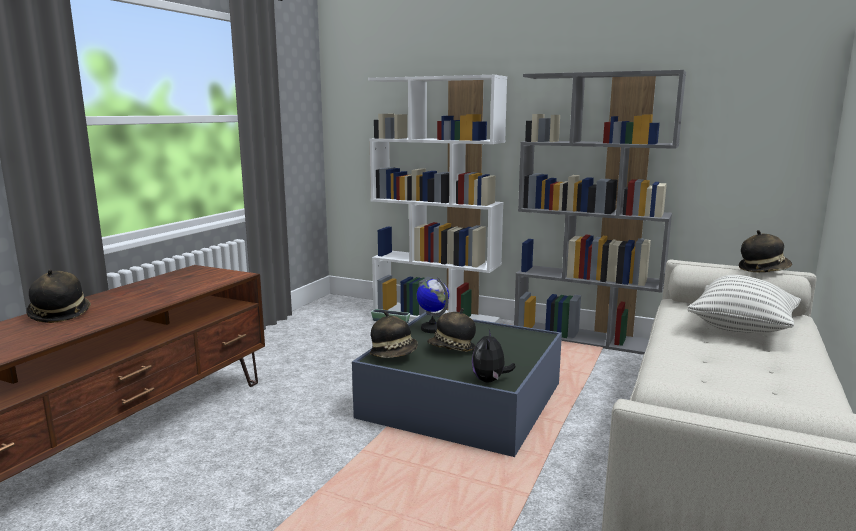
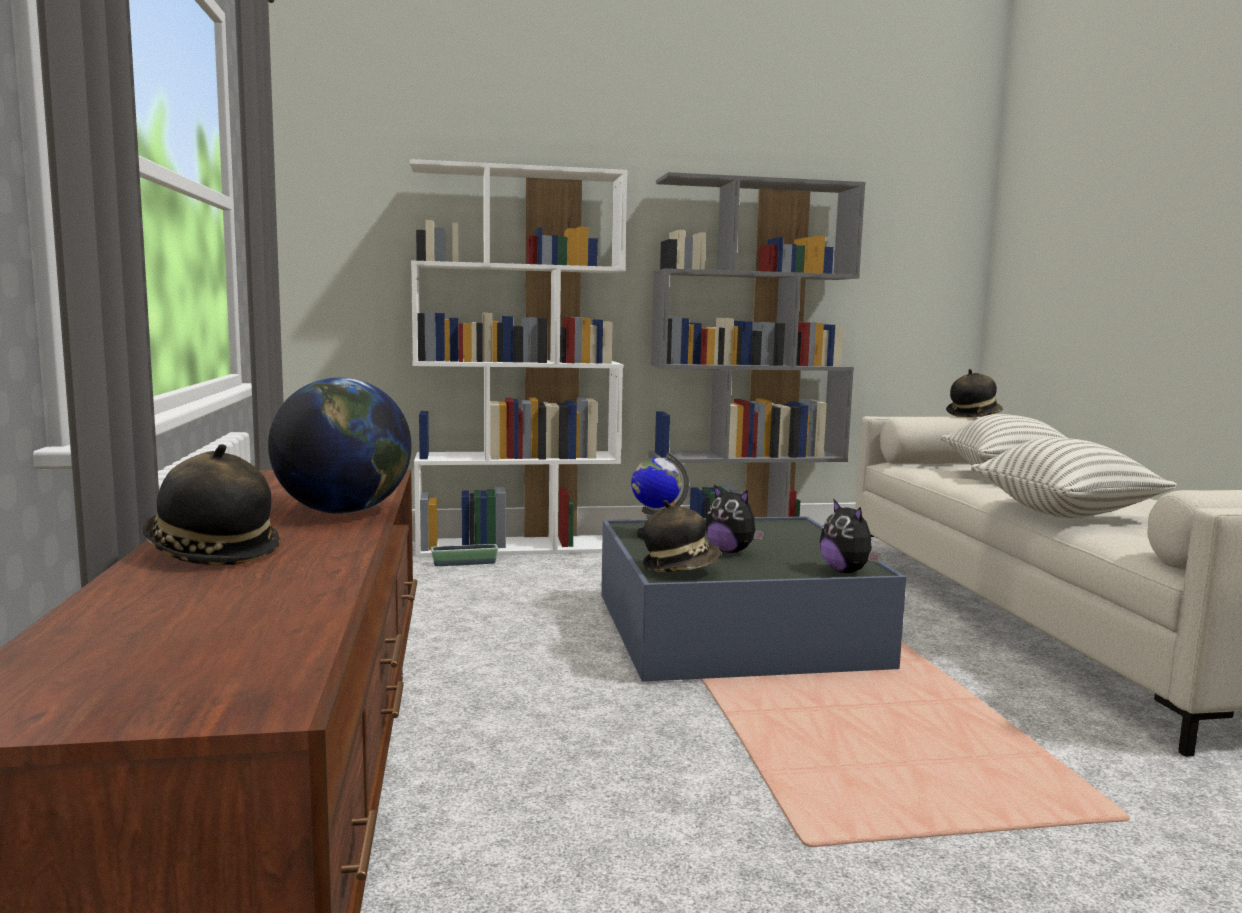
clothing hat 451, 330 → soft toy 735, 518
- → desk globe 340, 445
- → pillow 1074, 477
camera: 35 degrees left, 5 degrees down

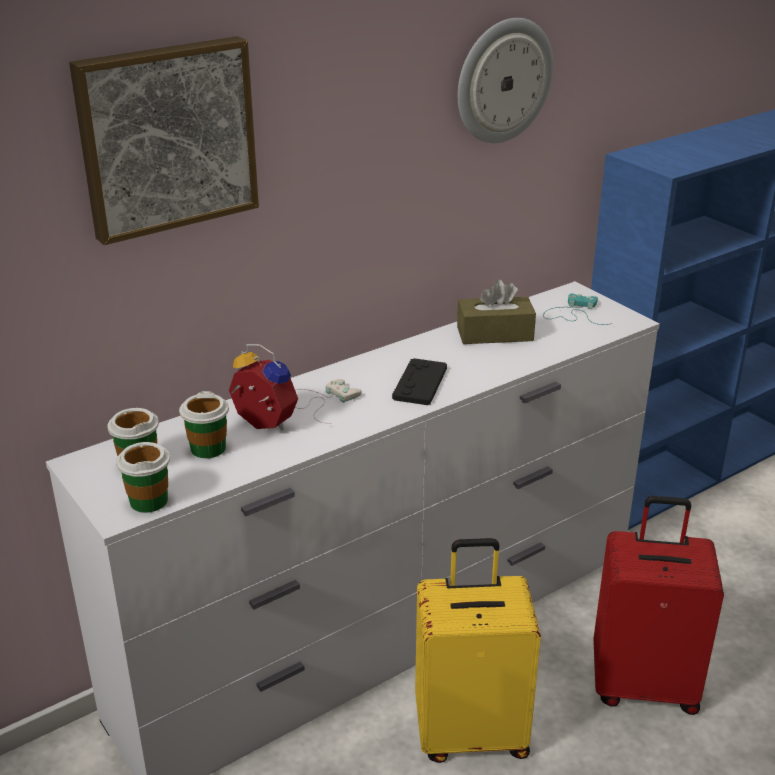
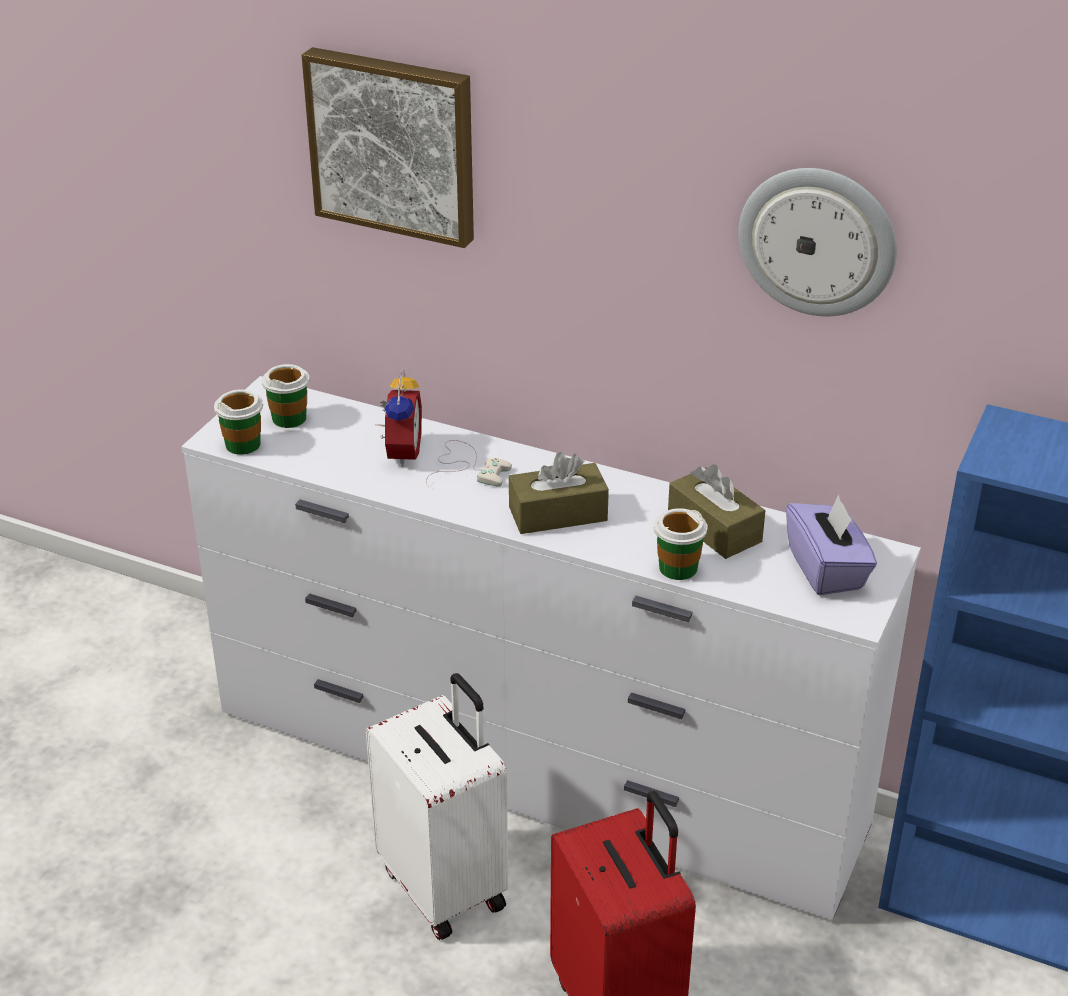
small cup 204, 424 → small cup 681, 544, shifted
blackish gamepad 419, 381 → brown box of tissues 559, 493
yellow-coloured suitcase 478, 650 → white-coloured suitcase 437, 806
turquoise-coloured gamepad 577, 309 → purplish box of tissues 831, 545
camera: 60 degrees right, 5 degrees up

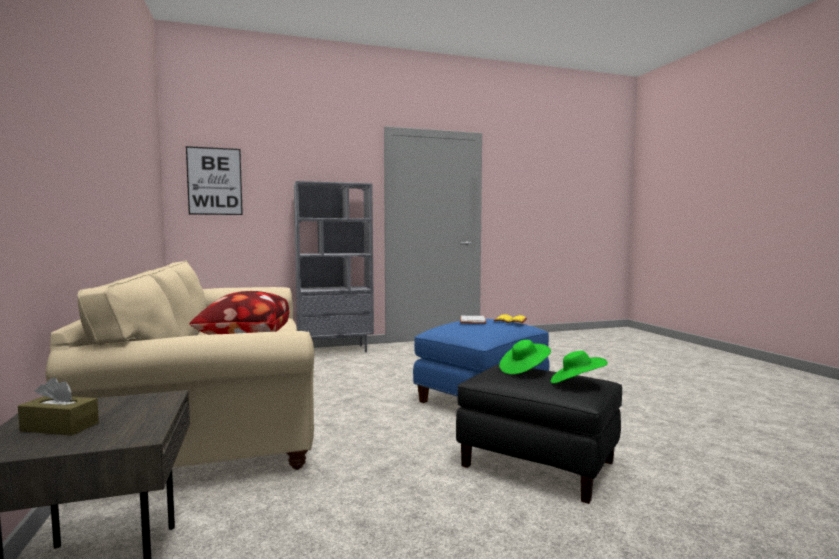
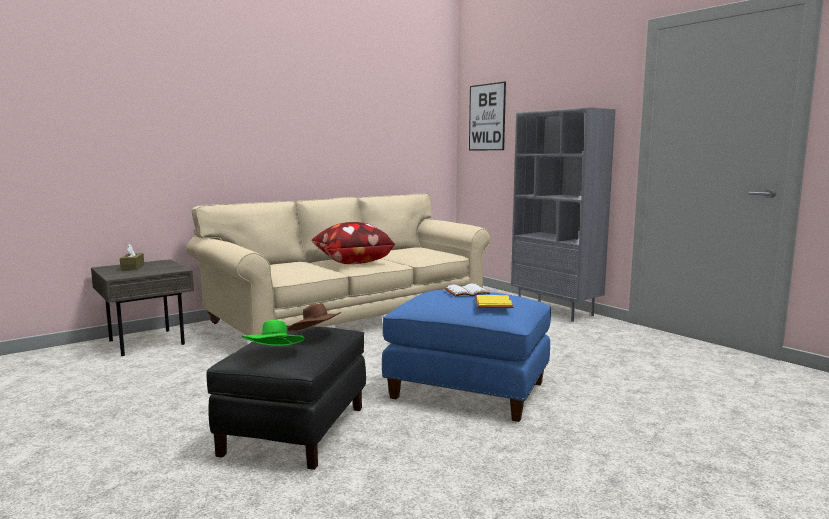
greenish clothing hat 525, 357 → brown clothing hat 314, 318
camera: 70 degrees right, 5 degrees up

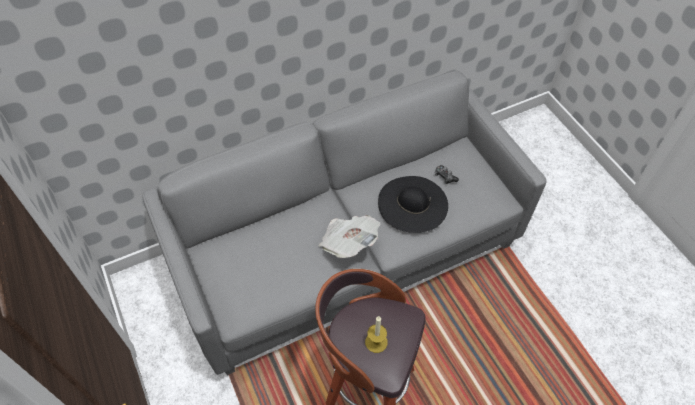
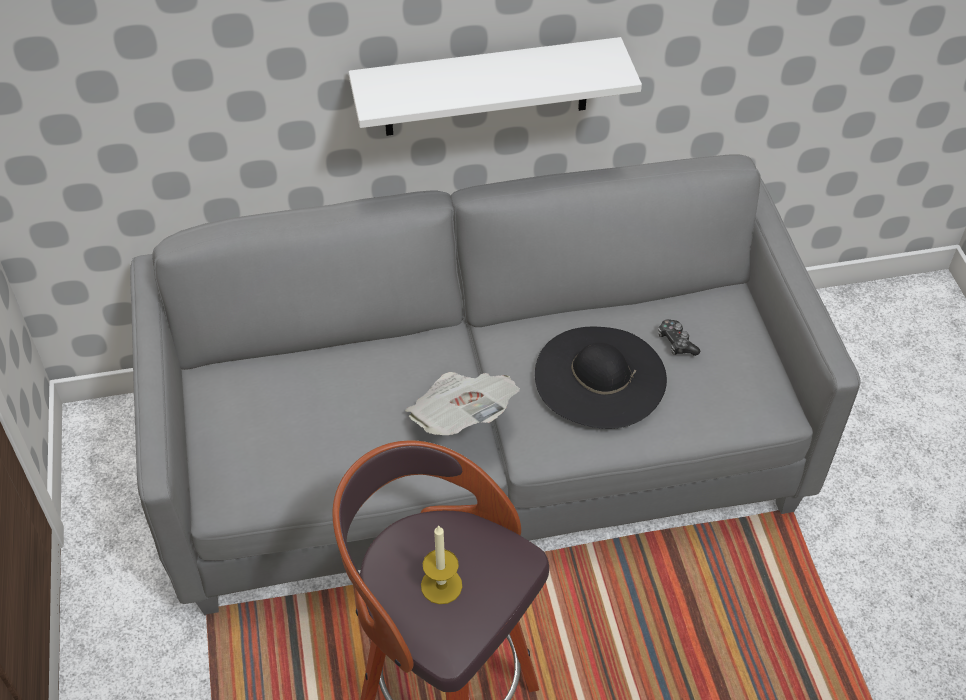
- → white-coloured wall shelf 495, 86
camera: 15 degrees right, 5 degrees down

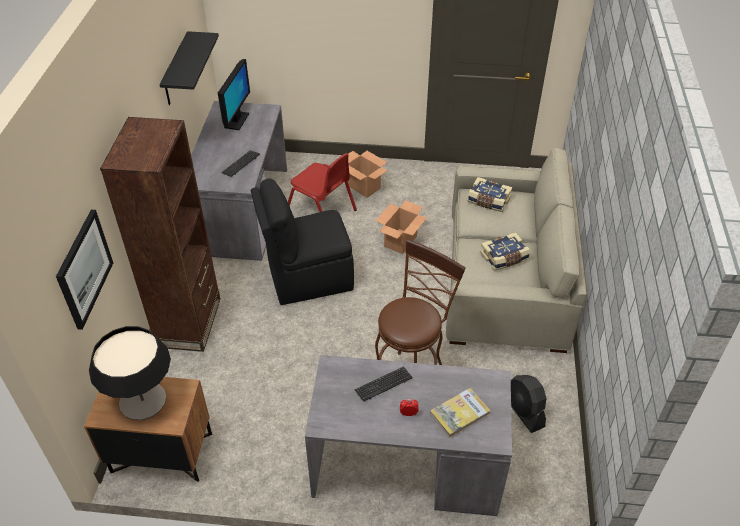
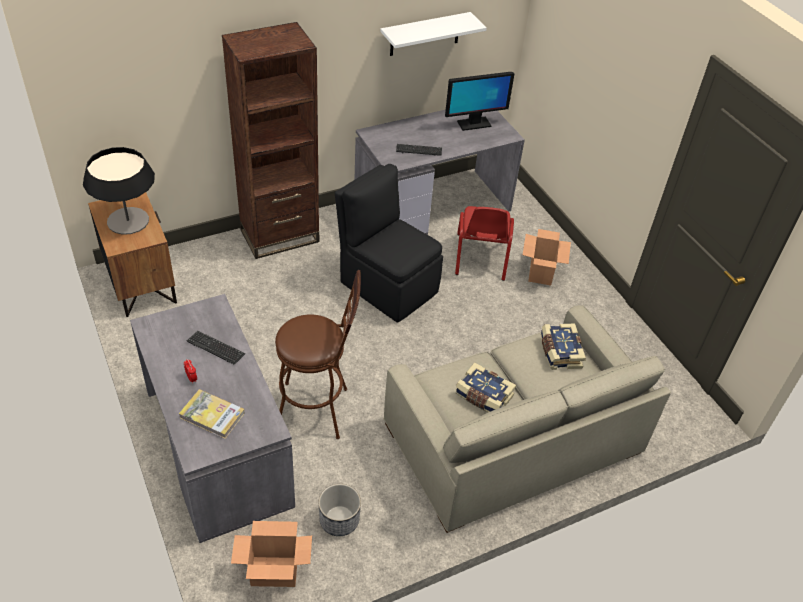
picture 84, 270 → -
blackish wall shelf 189, 68 → white-coloured wall shelf 433, 34
packing box 401, 227 → packing box 271, 554, shifted
blackish cooling fan 529, 404 → plant pot 340, 510
camera: 55 degrees right, 0 degrees up

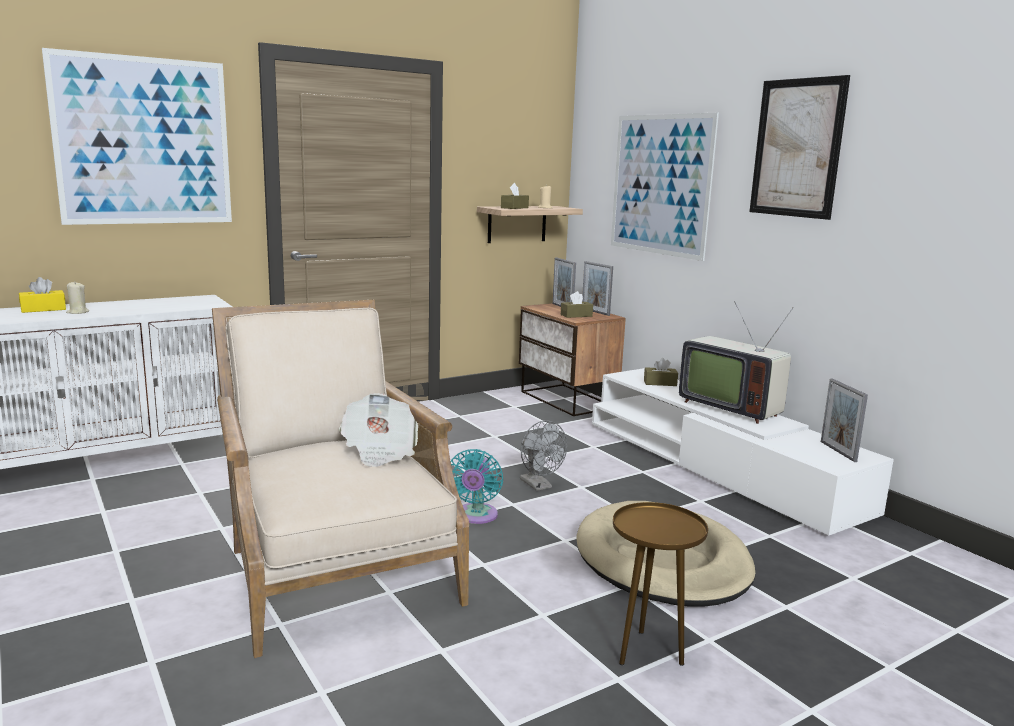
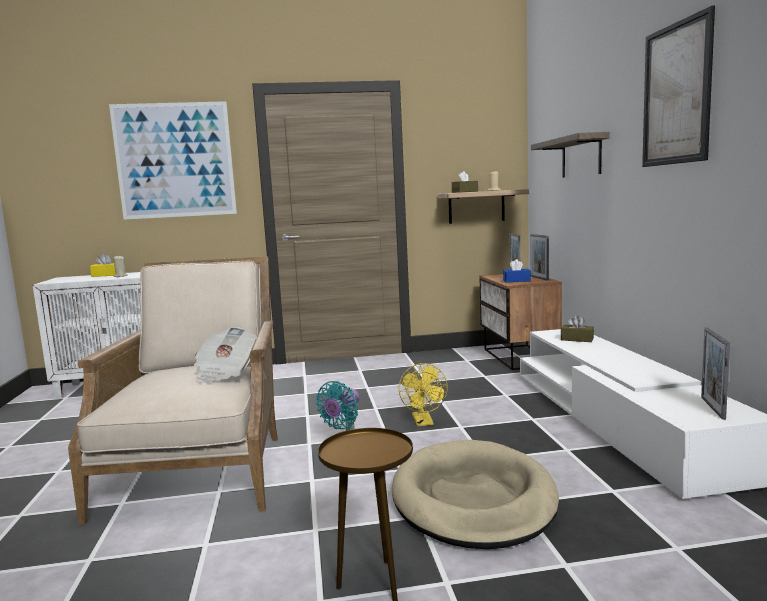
greyish cooling fan 543, 455 → yellow-coloured cooling fan 423, 394
brown box of tissues 577, 304 → blue-coloured box of tissues 517, 270
picture 665, 187 → wall shelf 570, 155
TV 736, 362 → -
camera: 25 degrees right, 5 degrees down

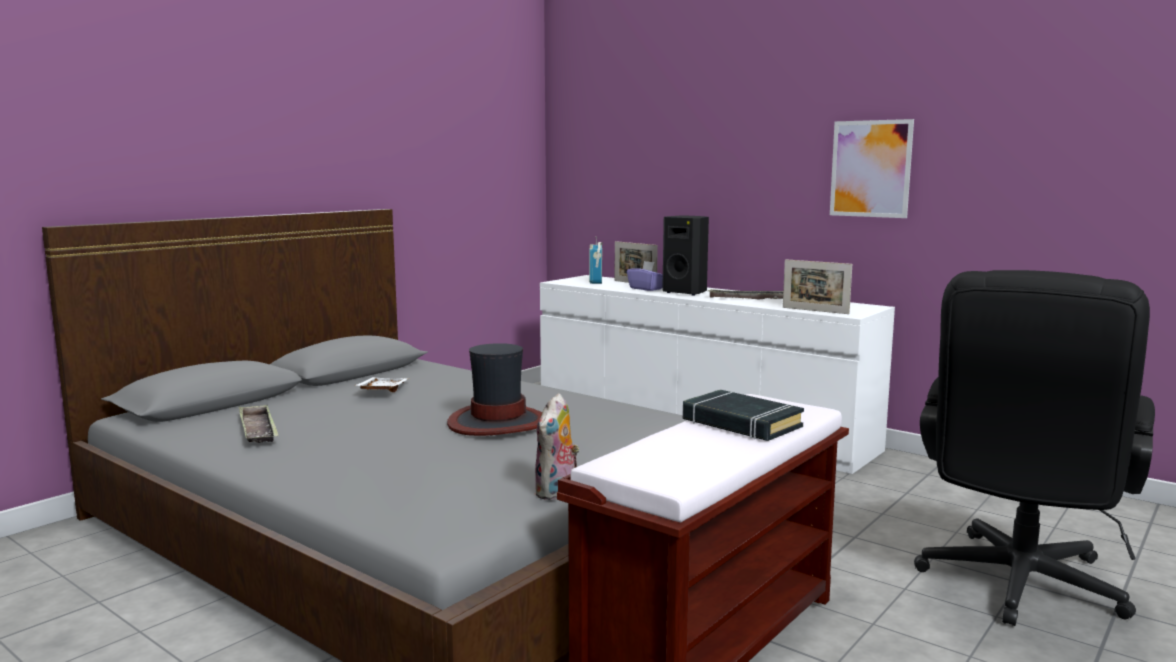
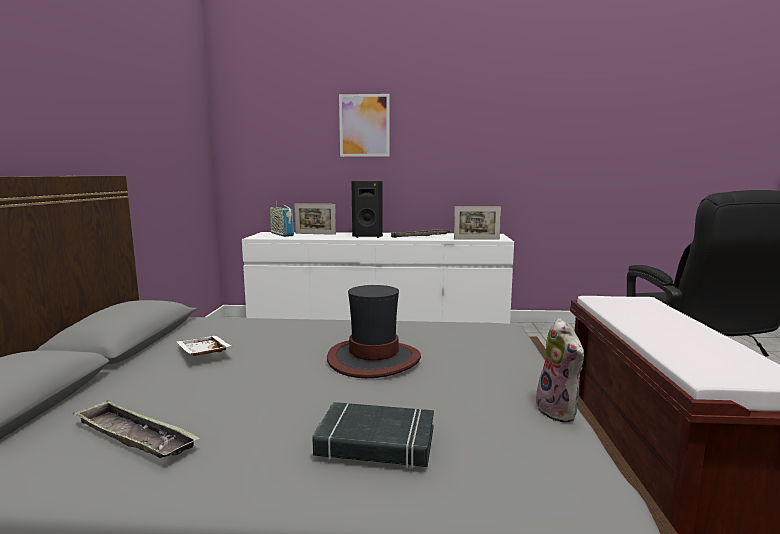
purplish box of tissues 645, 276 → -
blackish volume 743, 415 → blackish volume 373, 435, shifted
picture 872, 168 → picture 364, 125, shifted
camera: 35 degrees left, 0 degrees up

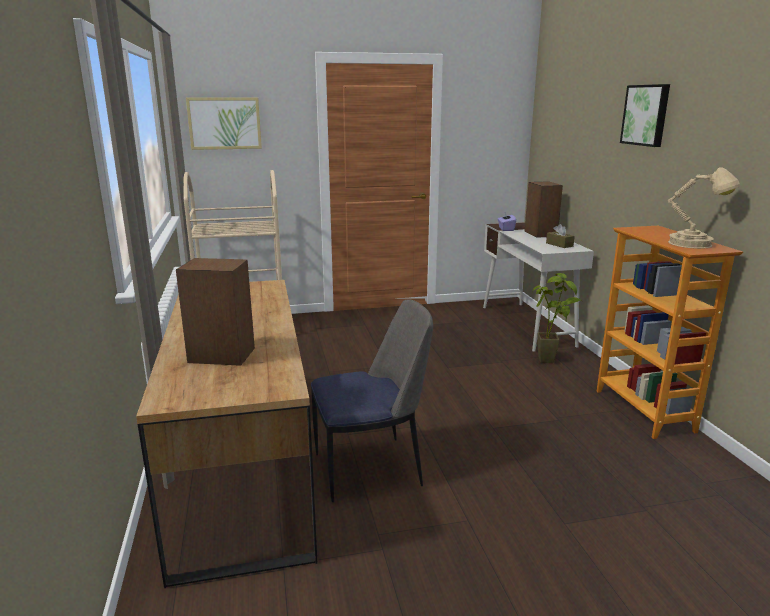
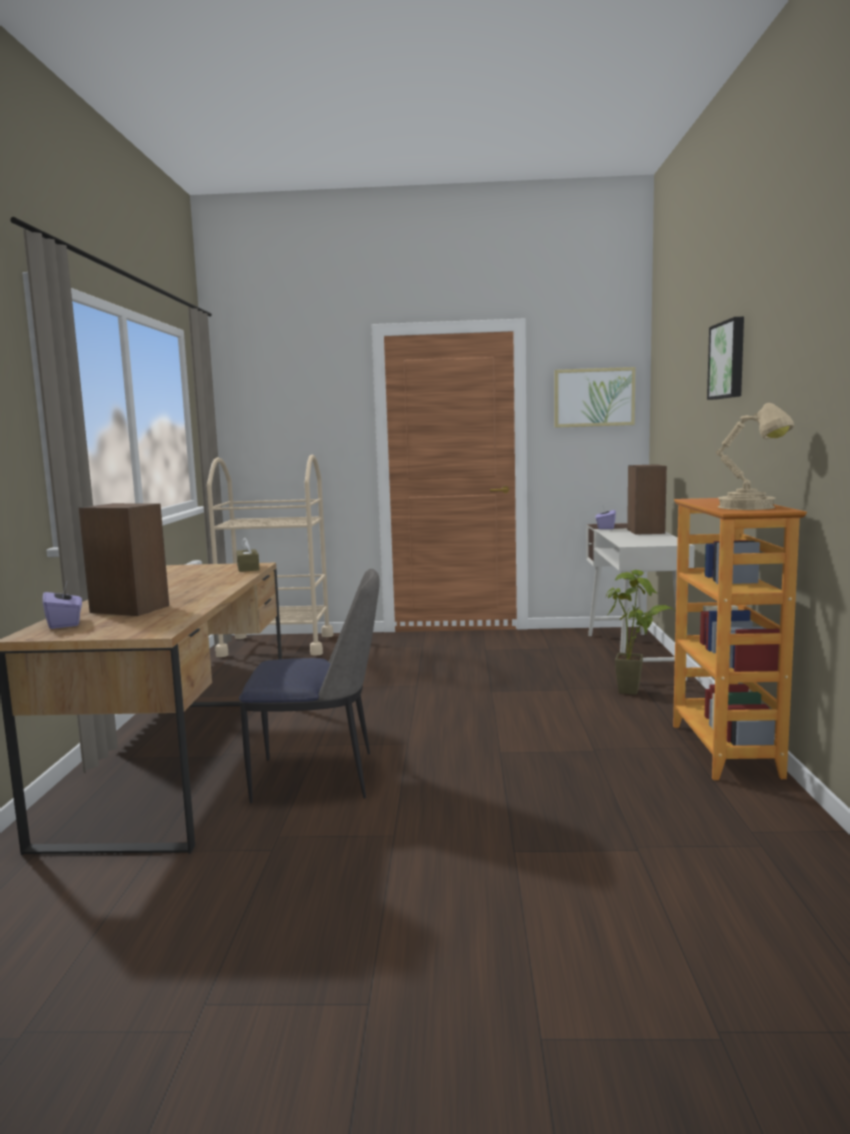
picture 224, 123 → picture 594, 397, shifted
brown box of tissues 560, 236 → brown box of tissues 248, 554, shifted
- → purplish box of tissues 62, 604
camera: 15 degrees right, 10 degrees down

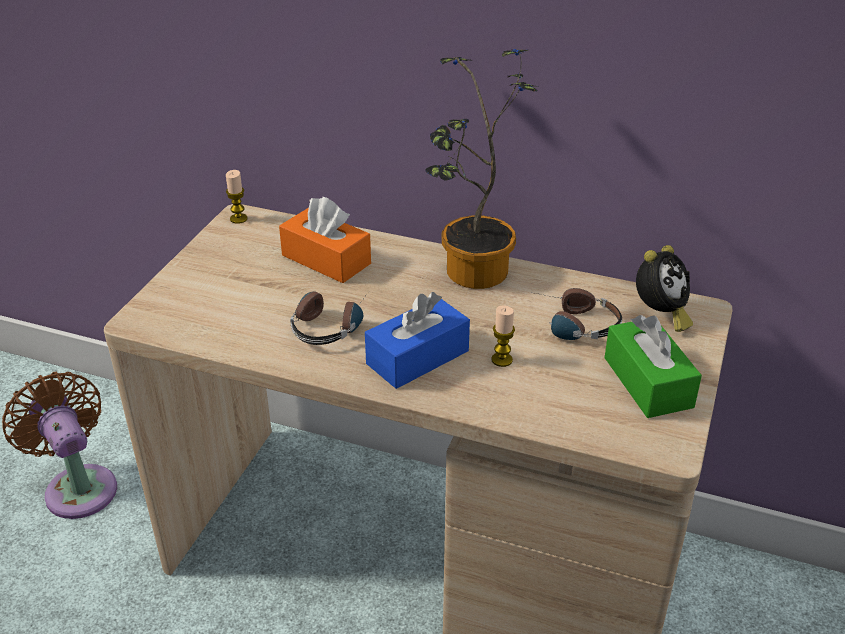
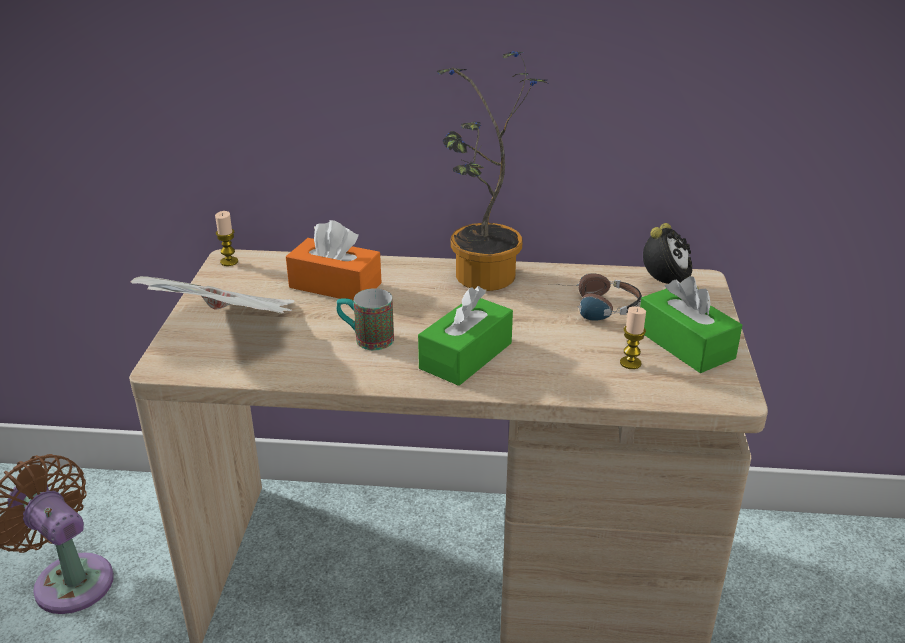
pair of headphones 329, 318 → coffee mug 365, 319
blue-coloured box of tissues 417, 340 → greenish box of tissues 465, 336
wax candle 503, 336 → wax candle 633, 337, shifted
- → daily paper 213, 295
camera: 15 degrees left, 5 degrees down

